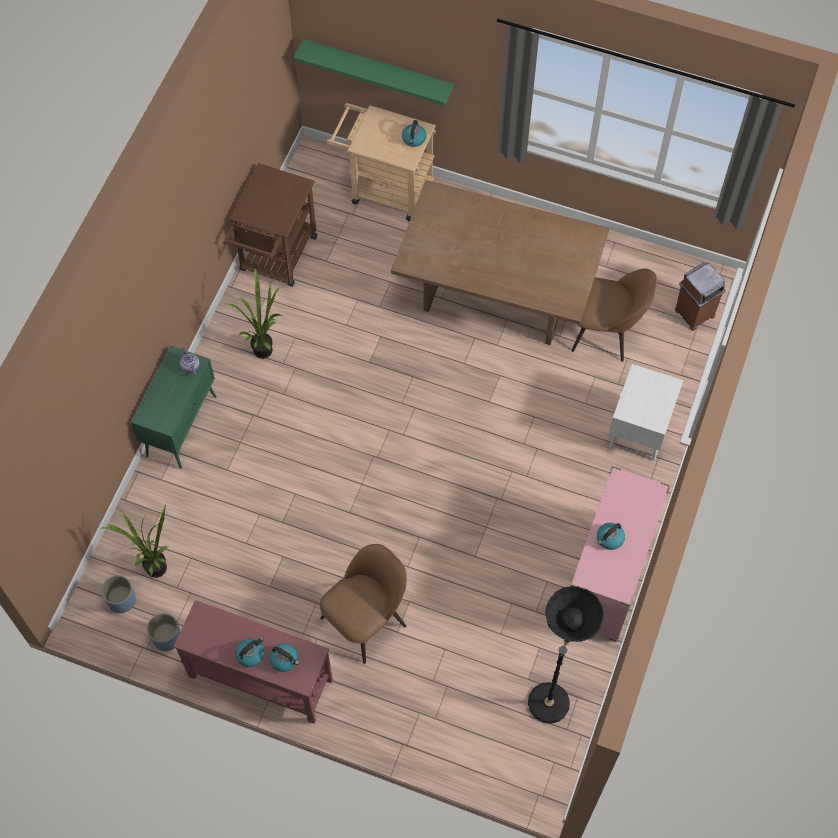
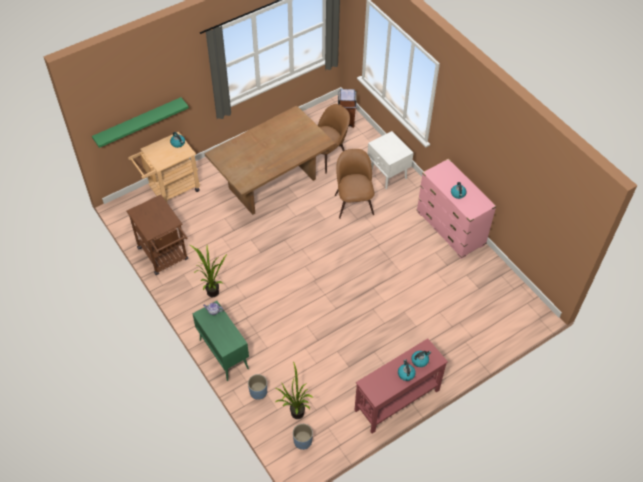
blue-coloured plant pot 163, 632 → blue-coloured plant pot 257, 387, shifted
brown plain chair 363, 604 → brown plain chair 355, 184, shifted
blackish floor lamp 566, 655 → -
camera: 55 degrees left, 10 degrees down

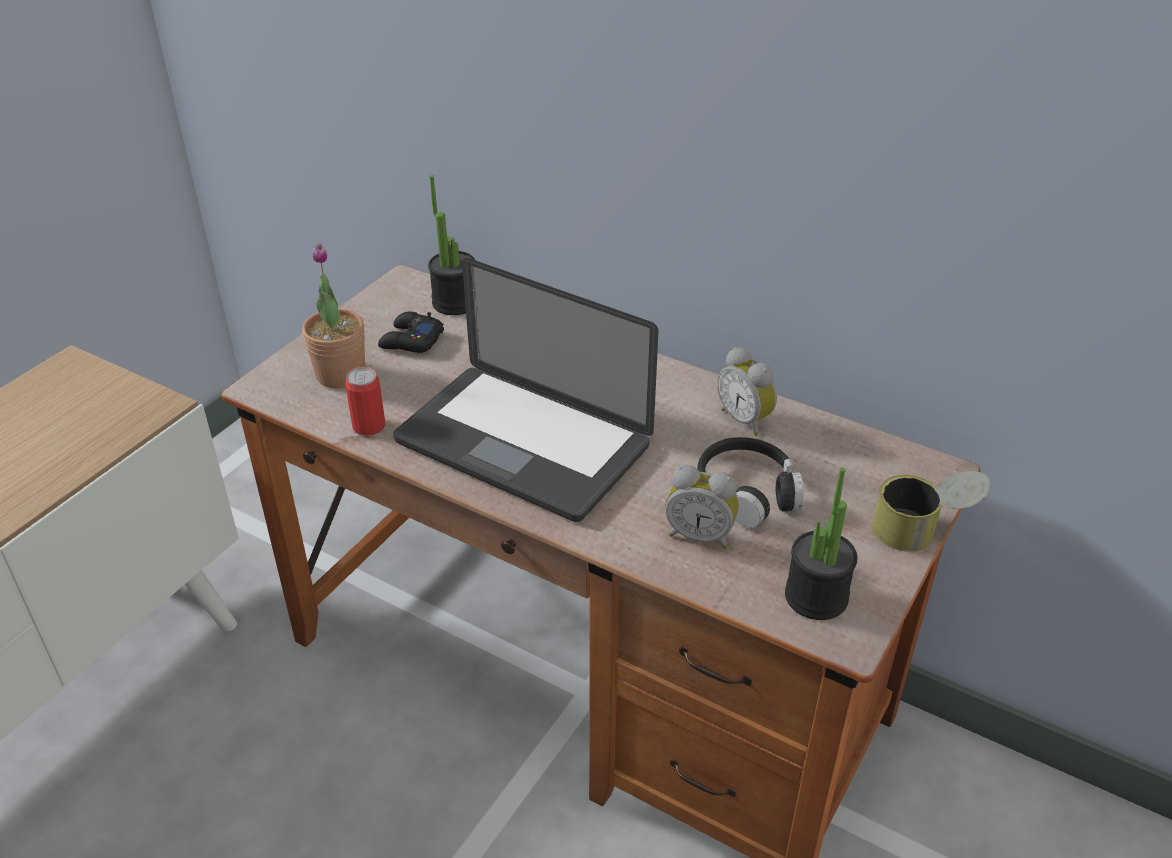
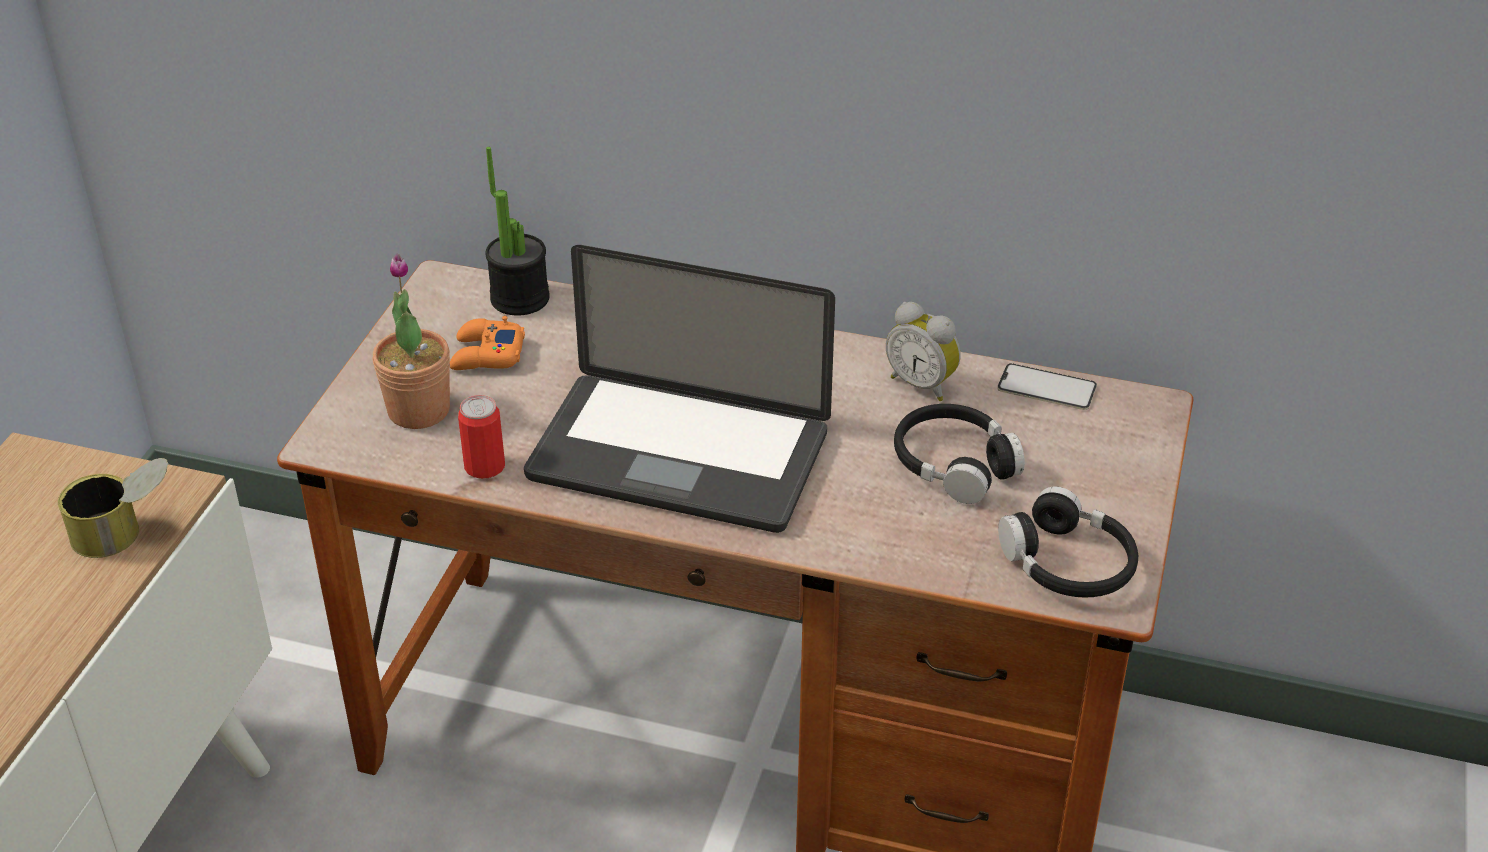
blackish gamepad 411, 332 → orange-coloured gamepad 487, 343
bedside clock 702, 507 → -
potted plant 821, 544 → blackish pair of headphones 1068, 542
metal can 931, 511 → metal can 113, 508, shifted
- → handset 1047, 386
camera: 15 degrees left, 0 degrees up

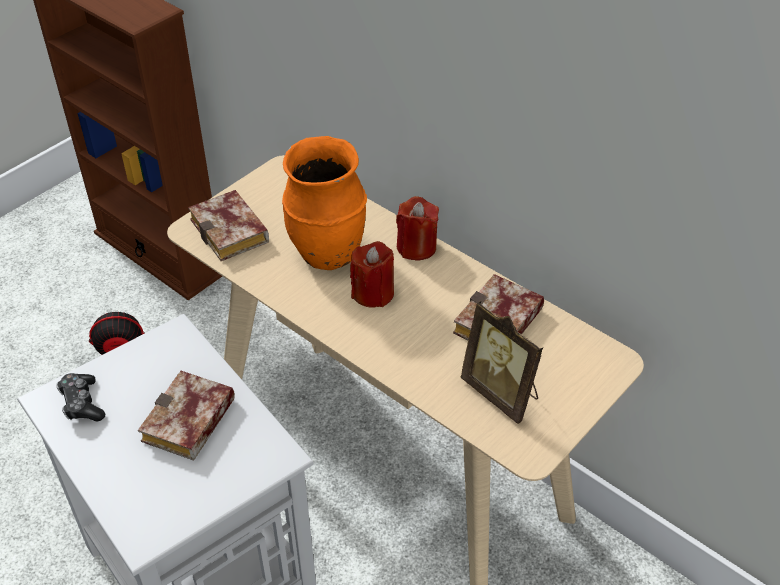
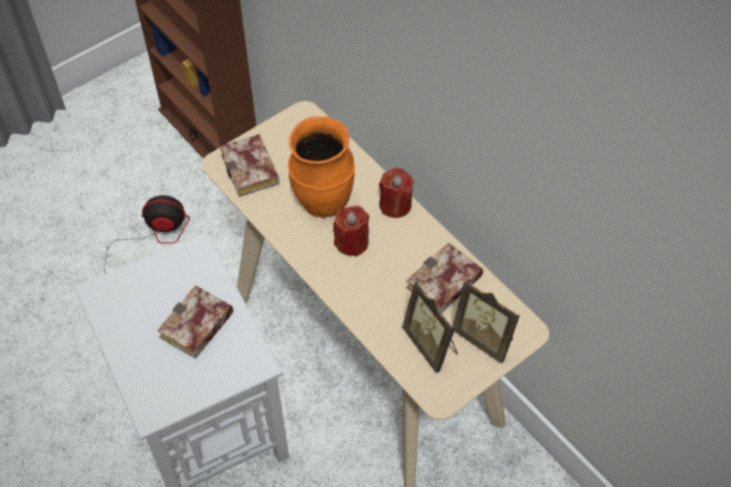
gamepad 80, 397 → -
- → photo frame 486, 322
camera: 10 degrees right, 10 degrees up

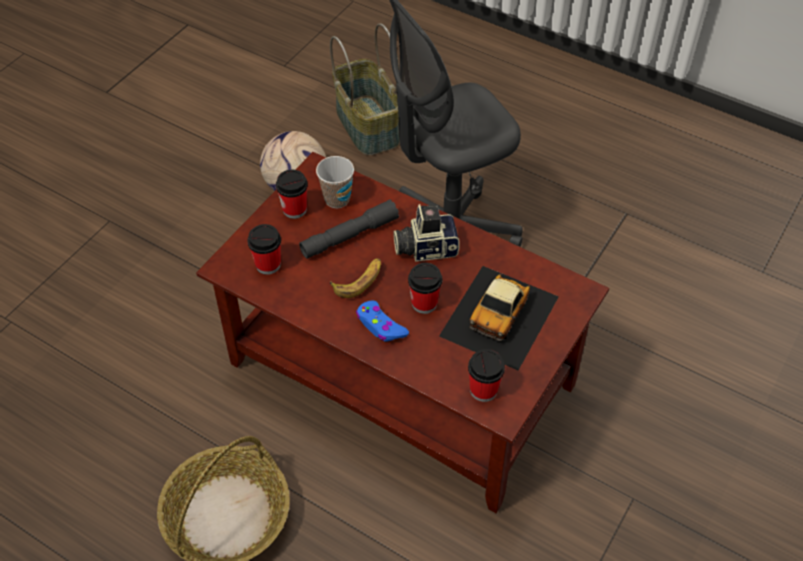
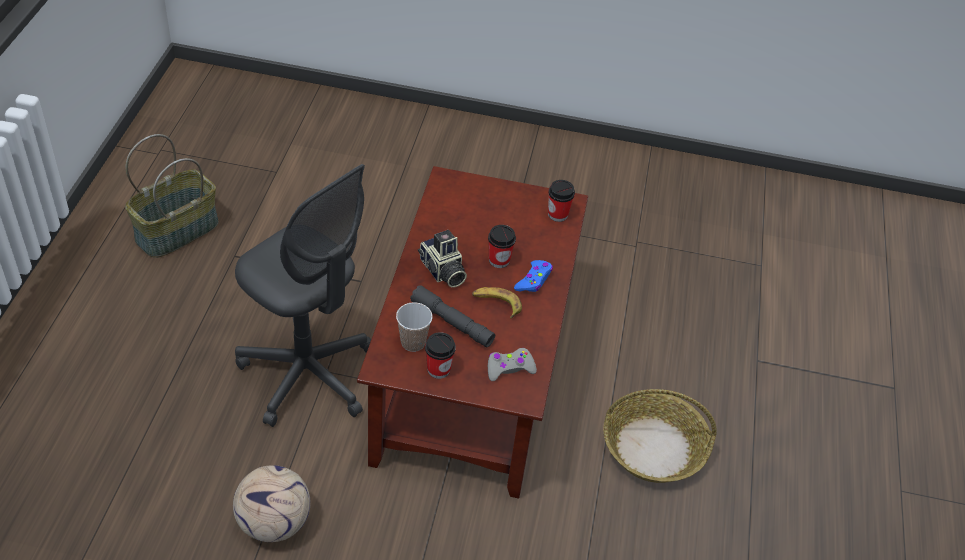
small cup 264, 249 → greyish gamepad 512, 364
basket 365, 89 → basket 172, 196, shifted
toy car 499, 318 → -
camera: 115 degrees left, 5 degrees down

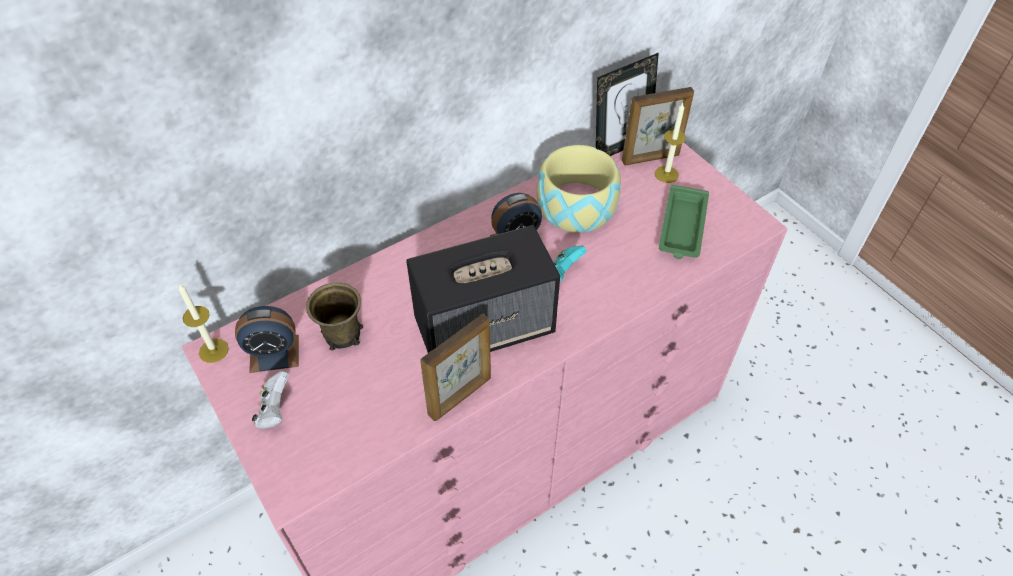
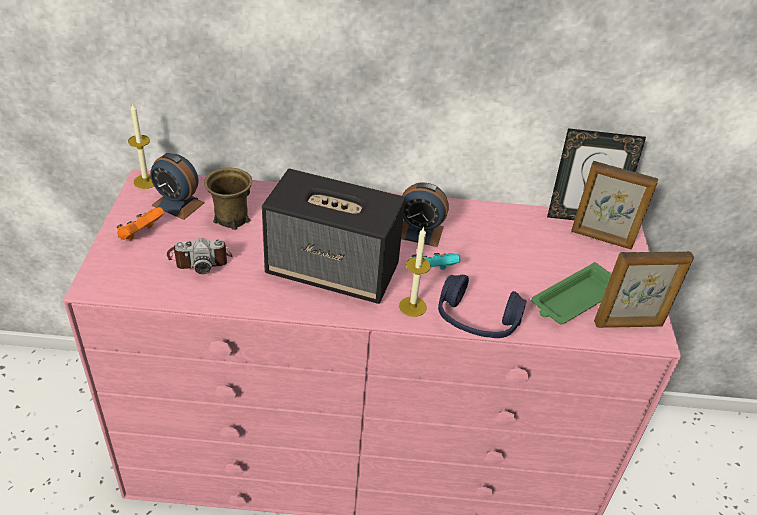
white-coloured gamepad 270, 400 → orange-coloured gamepad 140, 224
photo frame 455, 367 → photo frame 644, 289, shifted
bowl 578, 189 → -
wax candle 670, 143 → wax candle 415, 271, shifted
- → photo camera 199, 256
- → blue-coloured pair of headphones 482, 306
camera: 35 degrees right, 10 degrees down

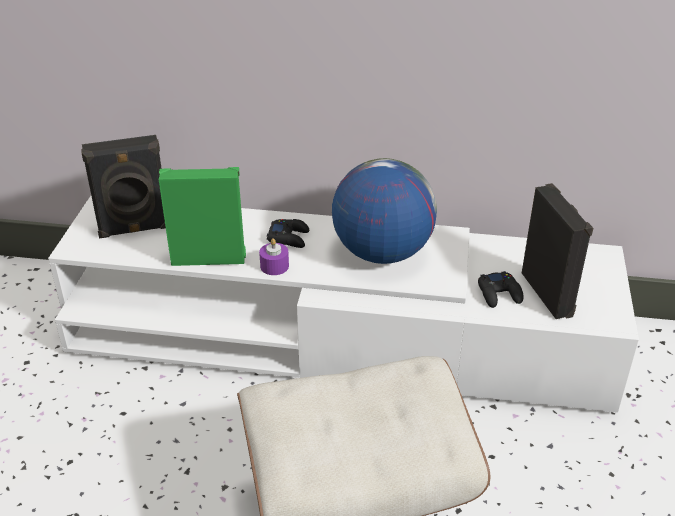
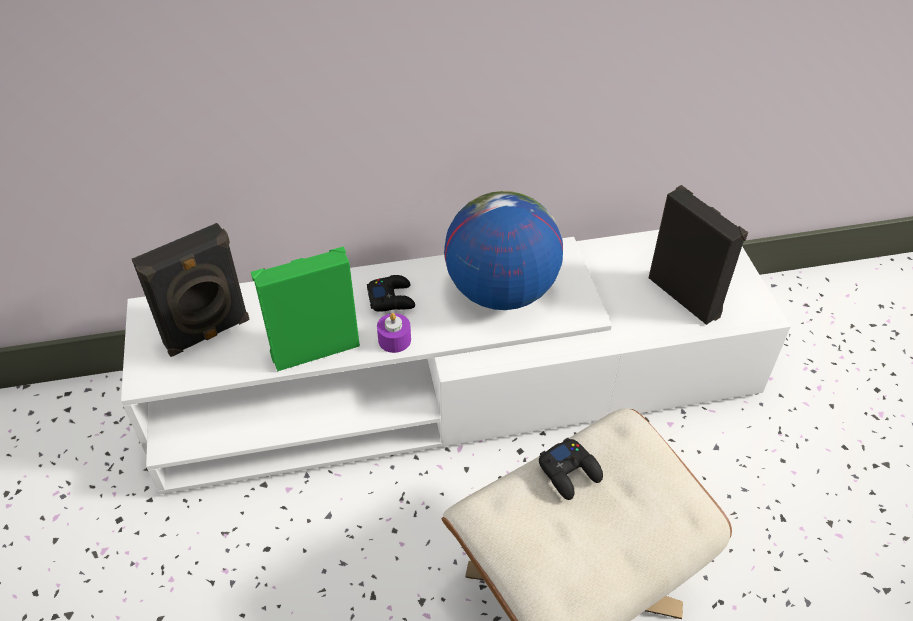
blackish gamepad 500, 289 → blackish gamepad 571, 469, shifted
camera: 20 degrees left, 10 degrees up

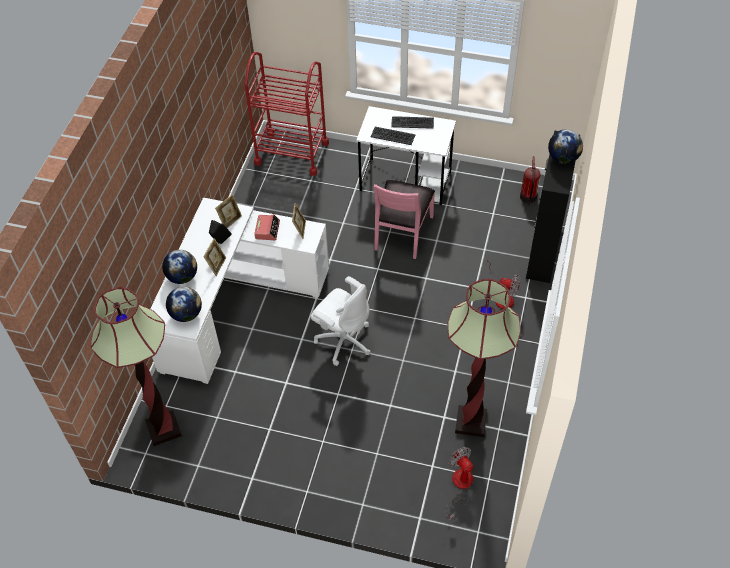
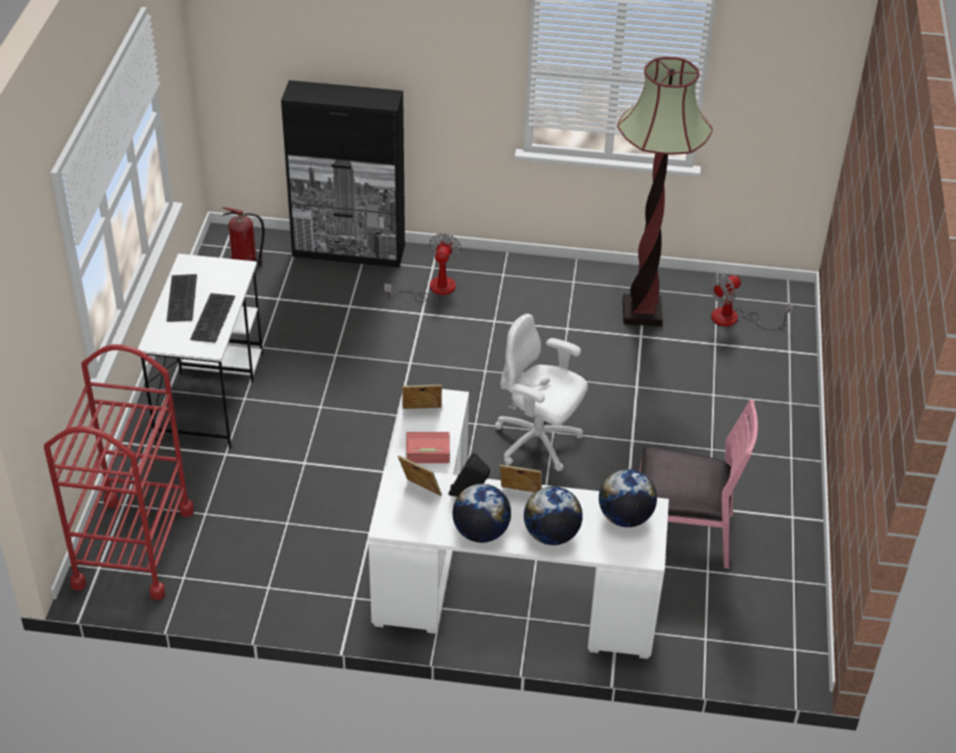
floor lamp 136, 366 → -
white-coloured desk chair 340, 321 → white-coloured desk chair 541, 392, 90 degrees counterclockwise
pink-coloured plain chair 404, 219 → pink-coloured plain chair 698, 484, shifted
desk globe 565, 146 → desk globe 481, 513, shifted
camera: 100 degrees left, 10 degrees down

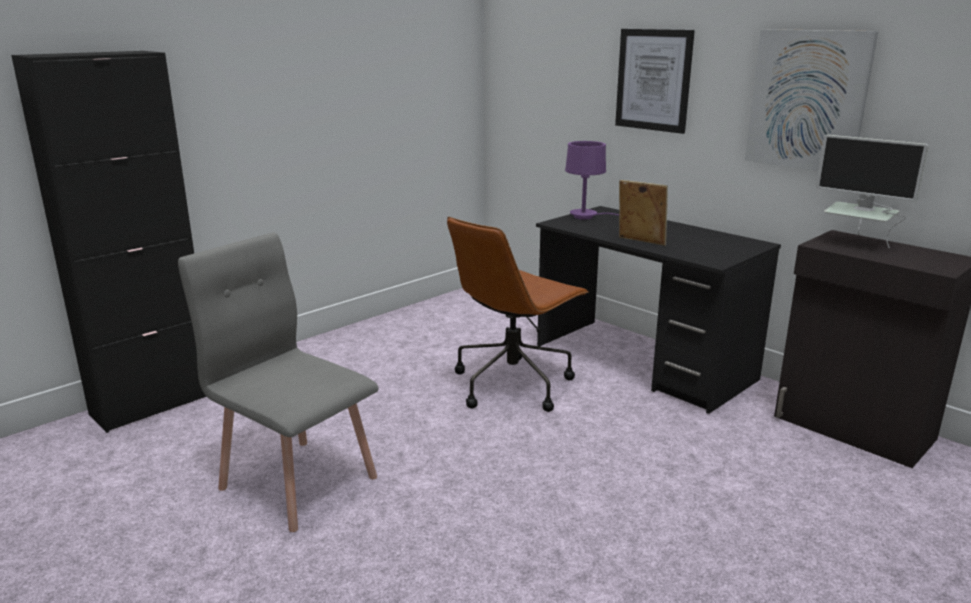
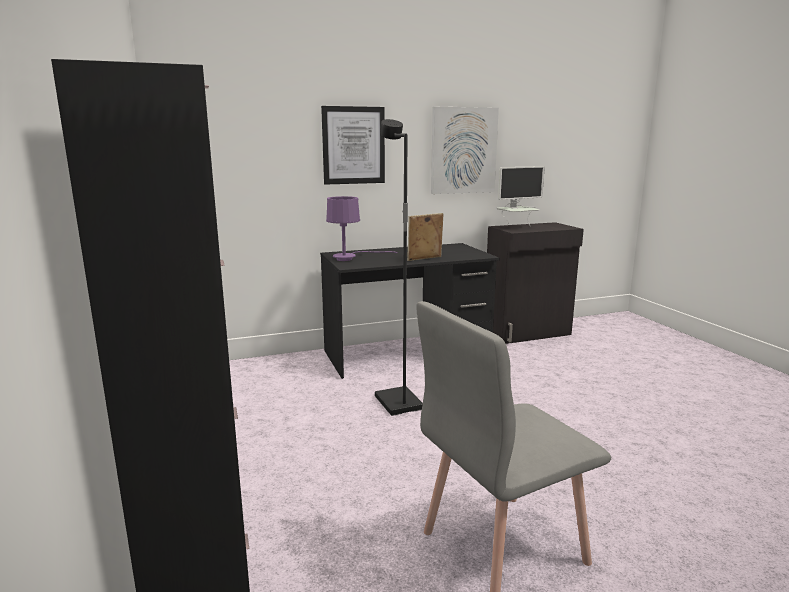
brown desk chair 518, 314 → blackish floor lamp 399, 267
camera: 65 degrees left, 5 degrees down

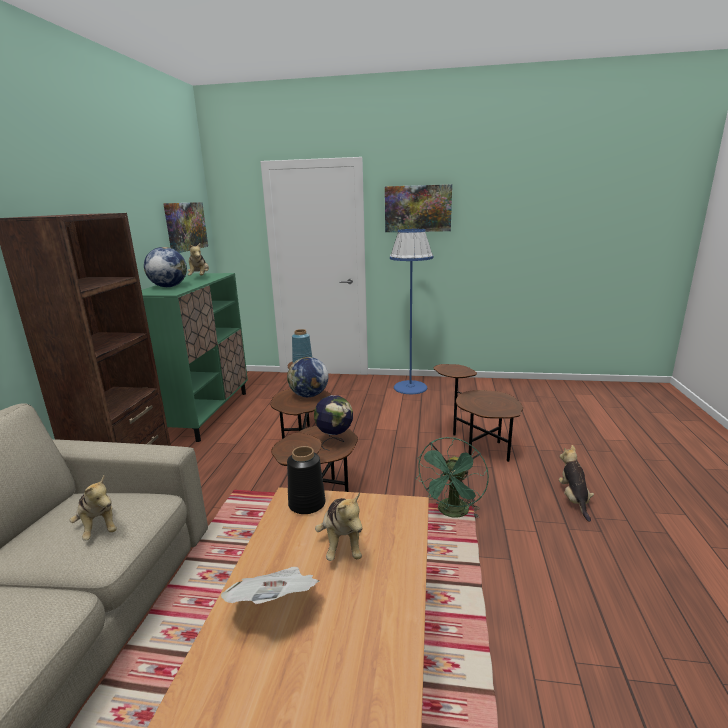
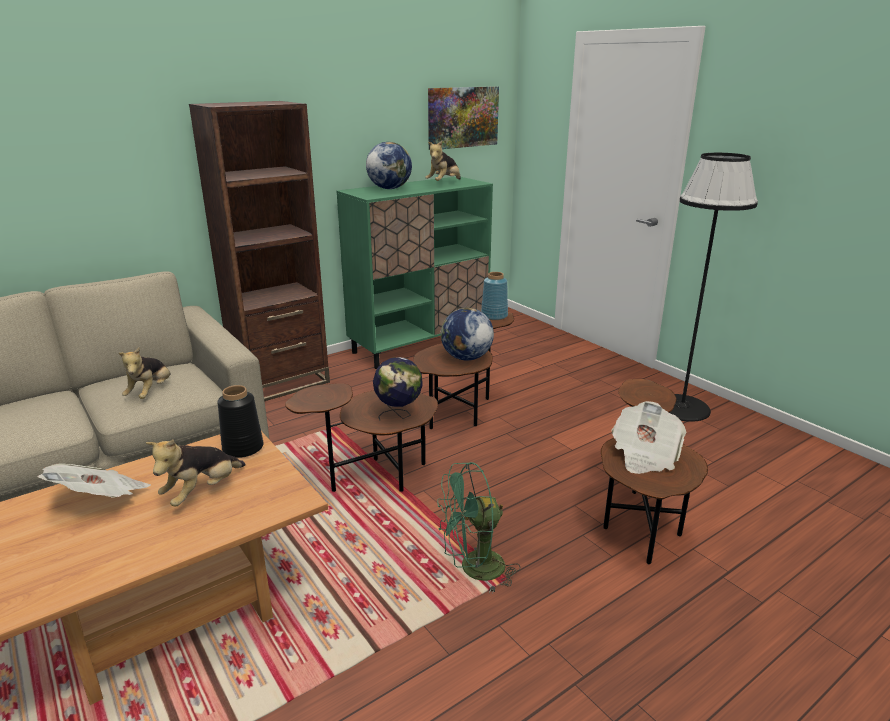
picture 418, 208 → -
blue-coloured floor lamp 411, 311 → blackish floor lamp 714, 287
soft toy 576, 483 → -
- → daily paper 649, 437
camera: 45 degrees right, 5 degrees up

